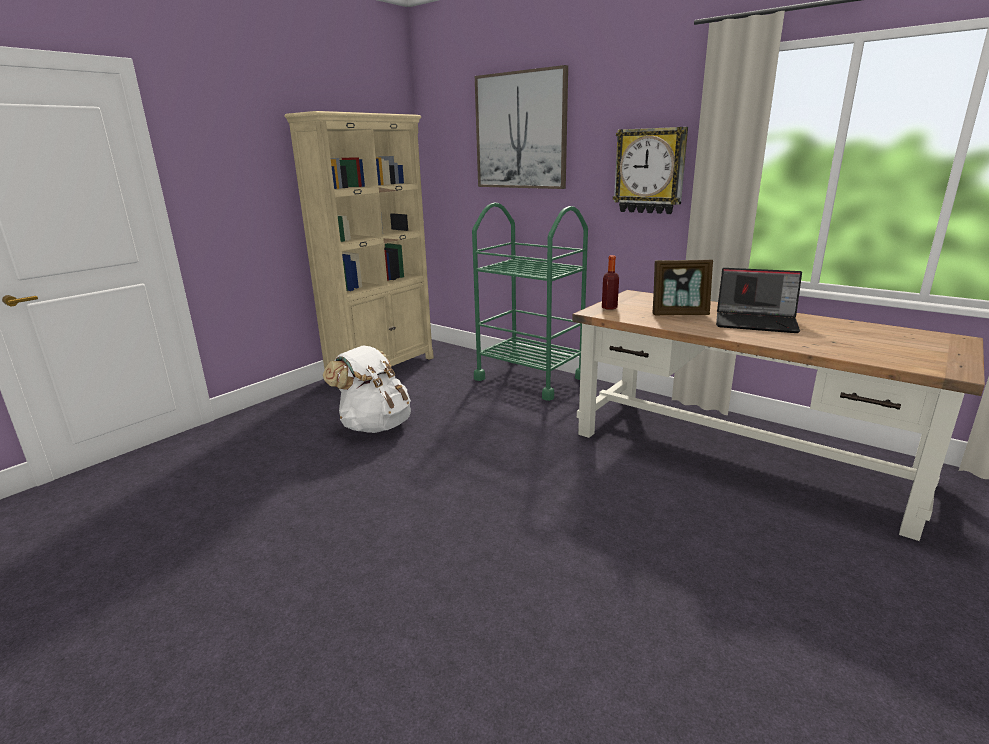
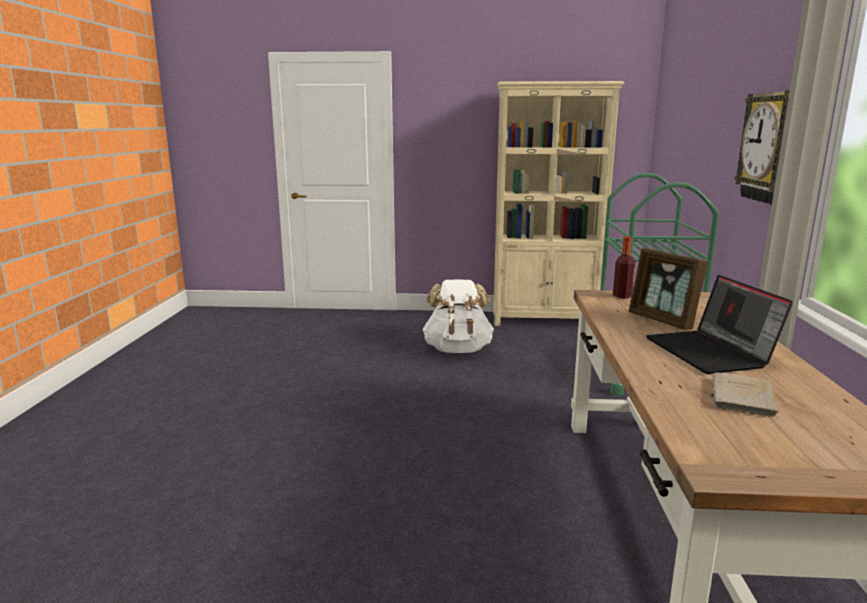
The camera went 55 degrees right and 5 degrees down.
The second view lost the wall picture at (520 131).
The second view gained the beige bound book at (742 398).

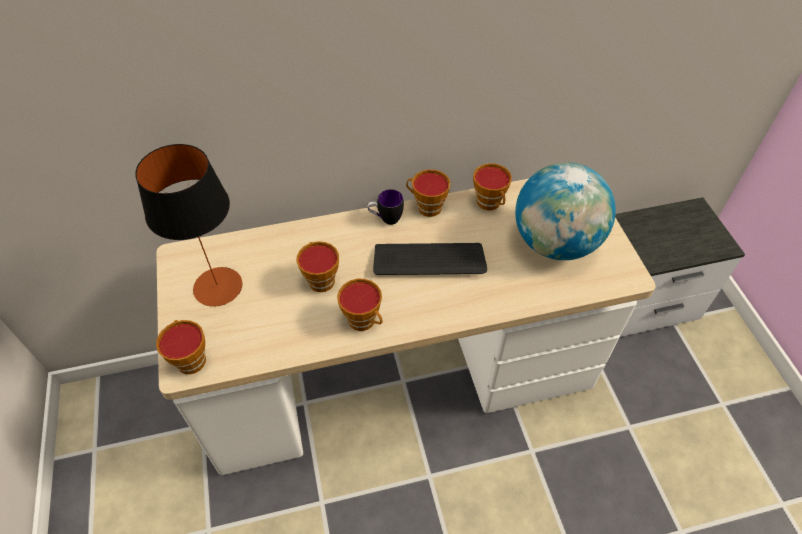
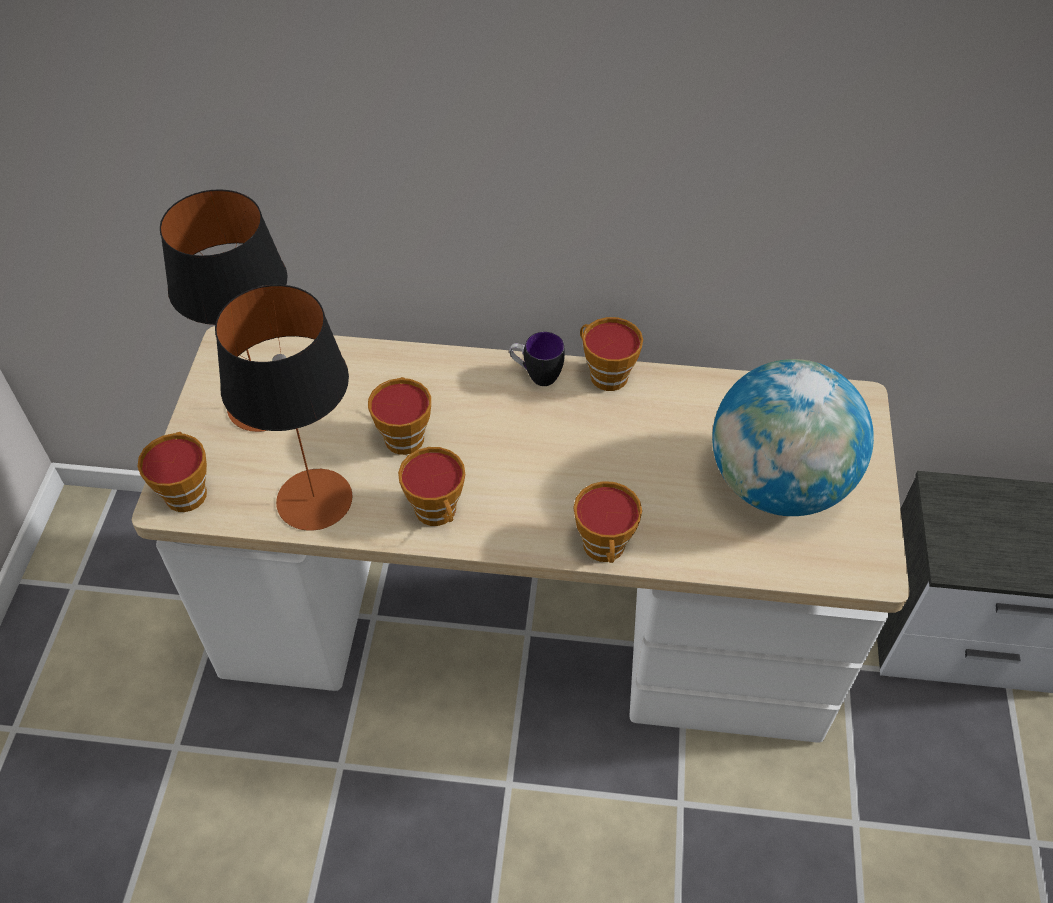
The camera went 20 degrees right and 0 degrees up.
The second view lost the computer keyboard at (429 260).
The cup ended up elsewhere, having gone from (490 203) to (605 549).
The second view gained the table lamp at (314 500).

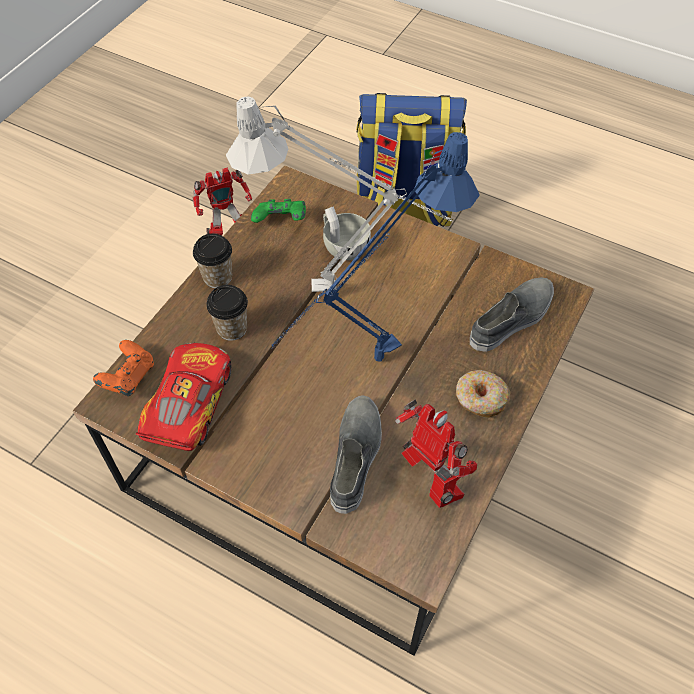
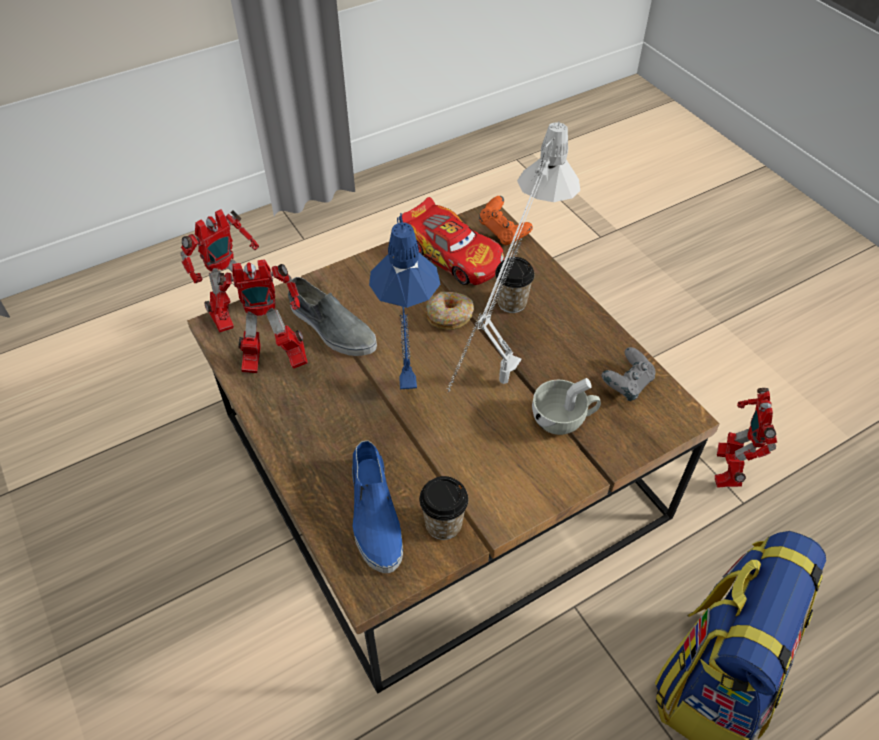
The camera went 120 degrees right and 5 degrees down.
The cup ended up elsewhere, having gone from (217 277) to (443 524).
What was the green-coloured gamepad at (281 222) turned into the grey gamepad at (626 385).
The doughnut ended up elsewhere, having gone from (480 398) to (449 315).
What was the grey shoe at (512 319) turned into the bluish shoe at (374 515).
The second view gained the robot figure at (239 314).

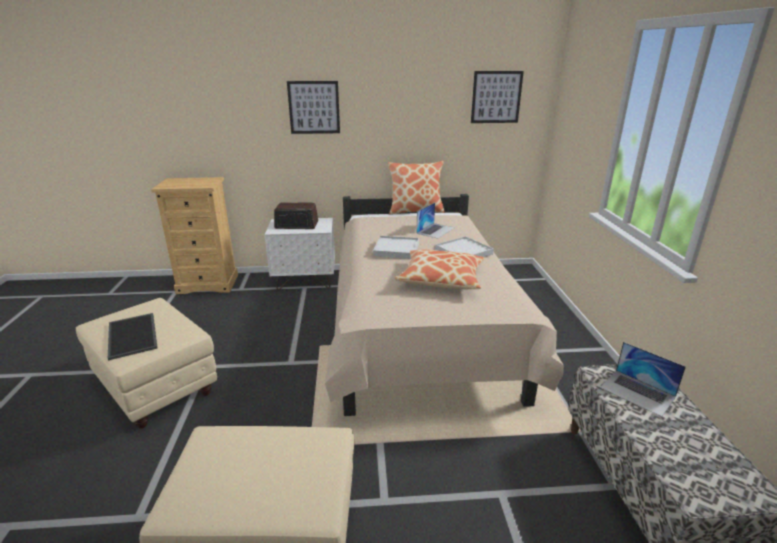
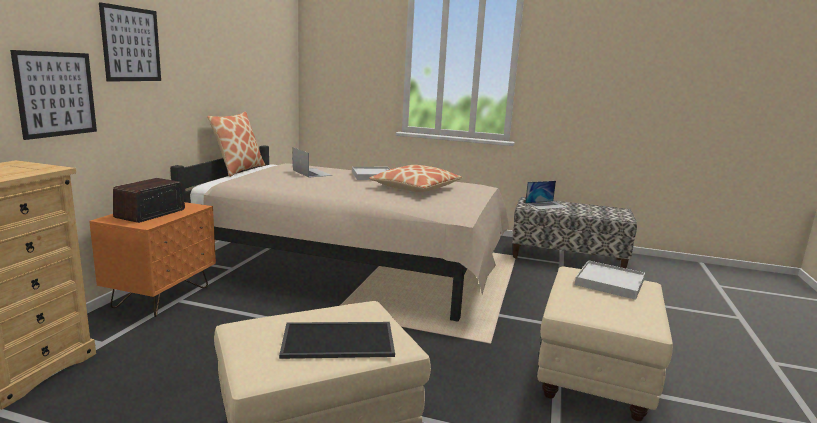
The camera went 70 degrees left and 10 degrees down.
What was the white-coloured night table at (305 281) turned into the orange-coloured night table at (162 297).
The white-coloured carrying tray ended up elsewhere, having gone from (396 249) to (609 282).
The wall picture ended up elsewhere, having gone from (496 97) to (56 94).

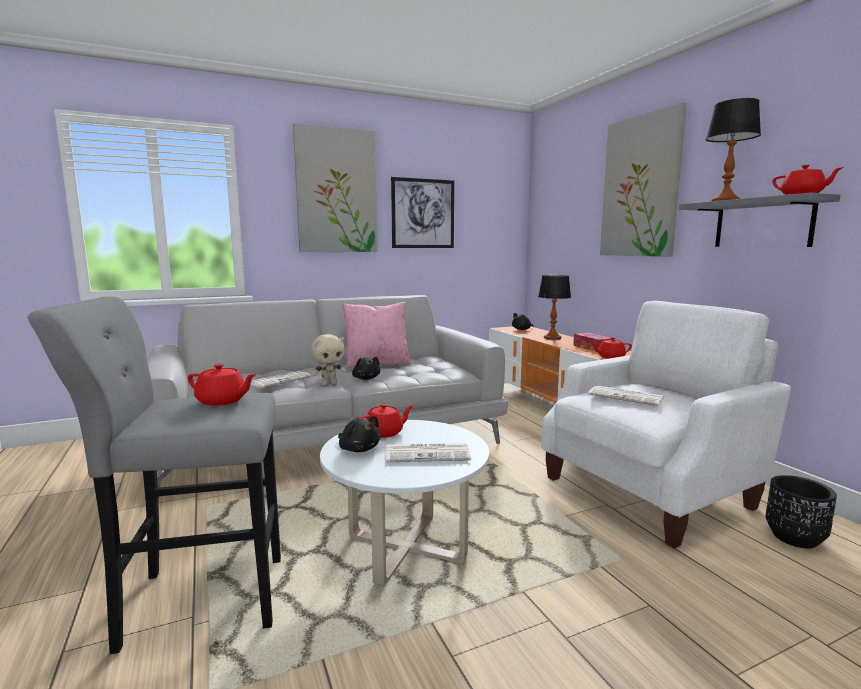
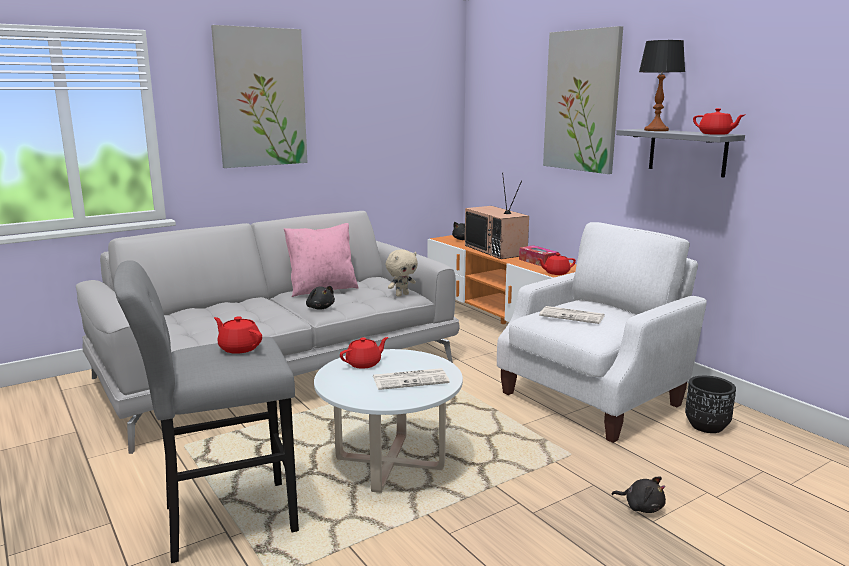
The camera went 10 degrees left and 5 degrees up.
The red tea pot at (222 401) ended up facing another way, 150 degrees counterclockwise from before.
The second view lost the newspaper at (280 380).
The beige soft toy ended up elsewhere, having gone from (329 384) to (402 295).
The black-coloured soft toy ended up elsewhere, having gone from (359 449) to (641 507).
The second view lost the wall picture at (423 213).
Where the table lamp stood at (552 338), the television came to stand at (497 250).

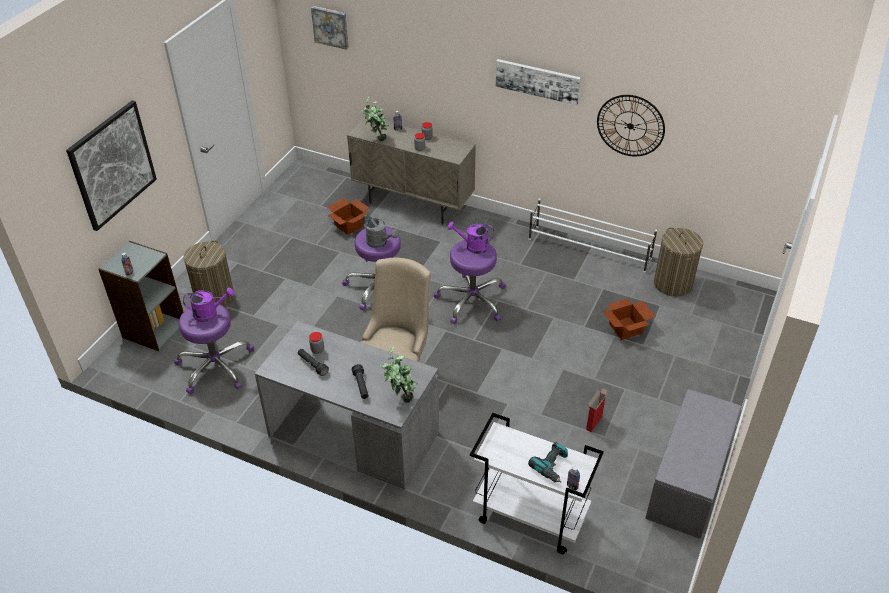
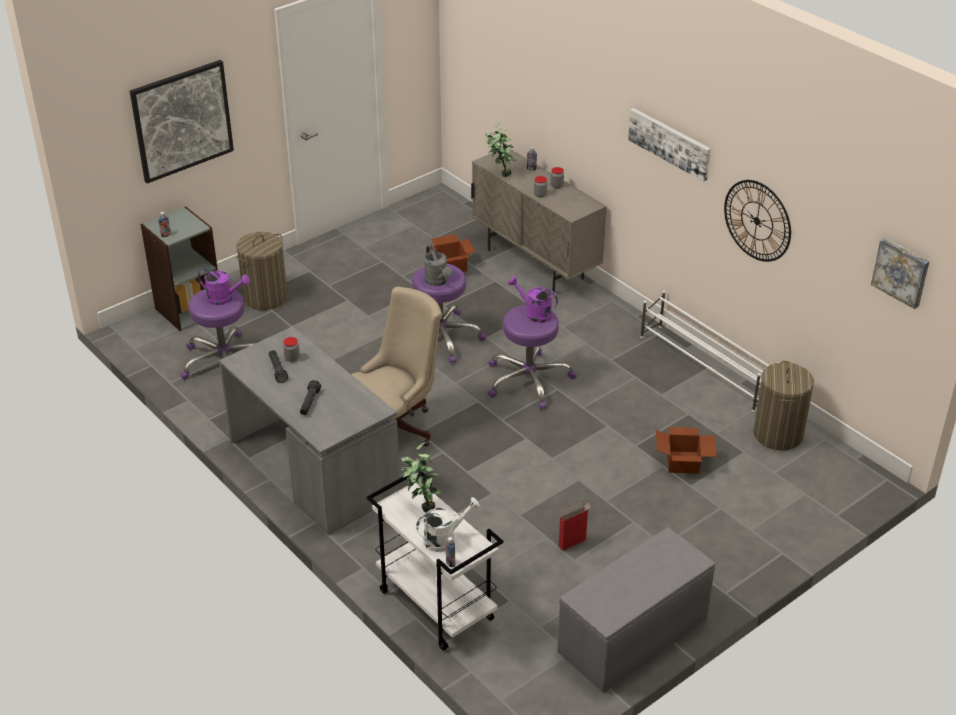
The camera went 25 degrees right and 5 degrees down.
The wall picture ended up elsewhere, having gone from (331 26) to (901 272).
The houseplant ended up elsewhere, having gone from (400 398) to (422 506).
Where the drill stood at (552 466), the white-coloured watering pot came to stand at (445 538).

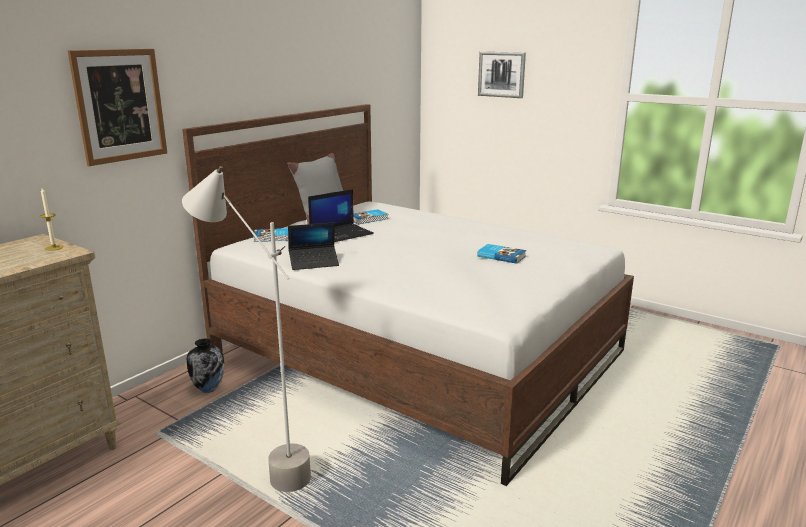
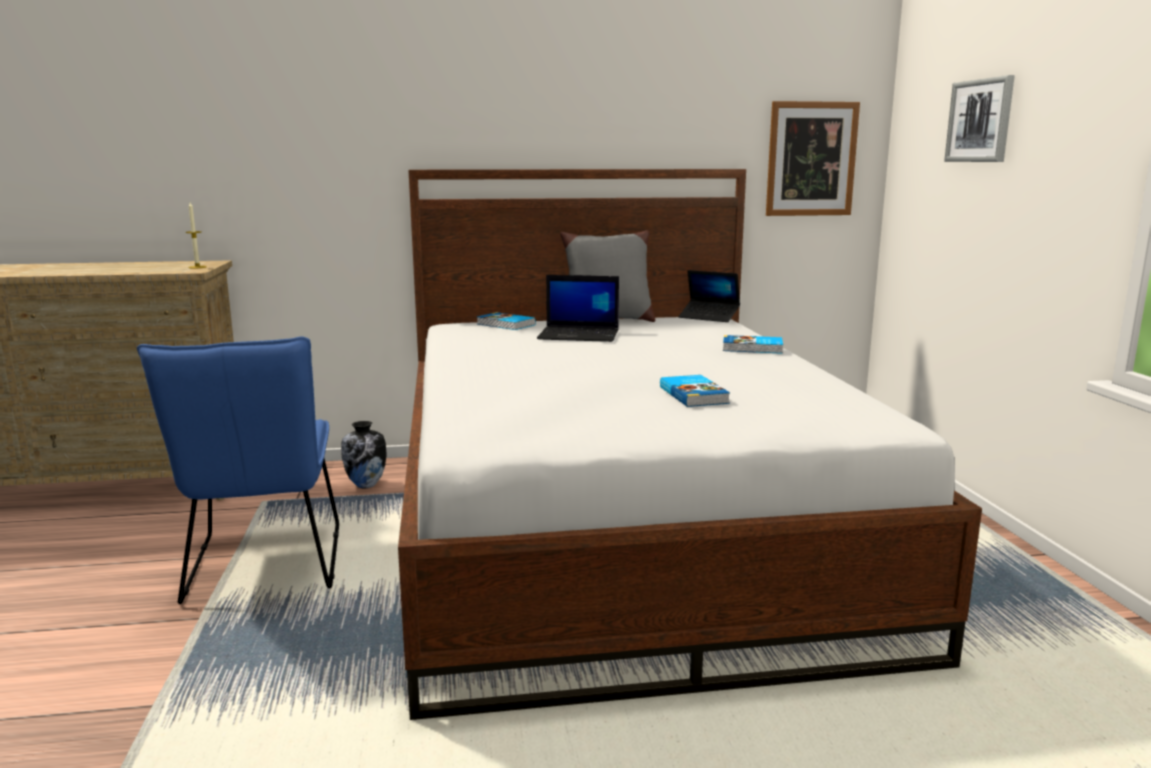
The camera went 45 degrees right and 5 degrees down.
The wall picture ended up elsewhere, having gone from (120 105) to (811 159).
Where the grey standard lamp stood at (262 469), the bluish chair came to stand at (263 568).
The laptop ended up elsewhere, having gone from (314 263) to (709 317).
The bound book ended up elsewhere, having gone from (368 219) to (752 348).

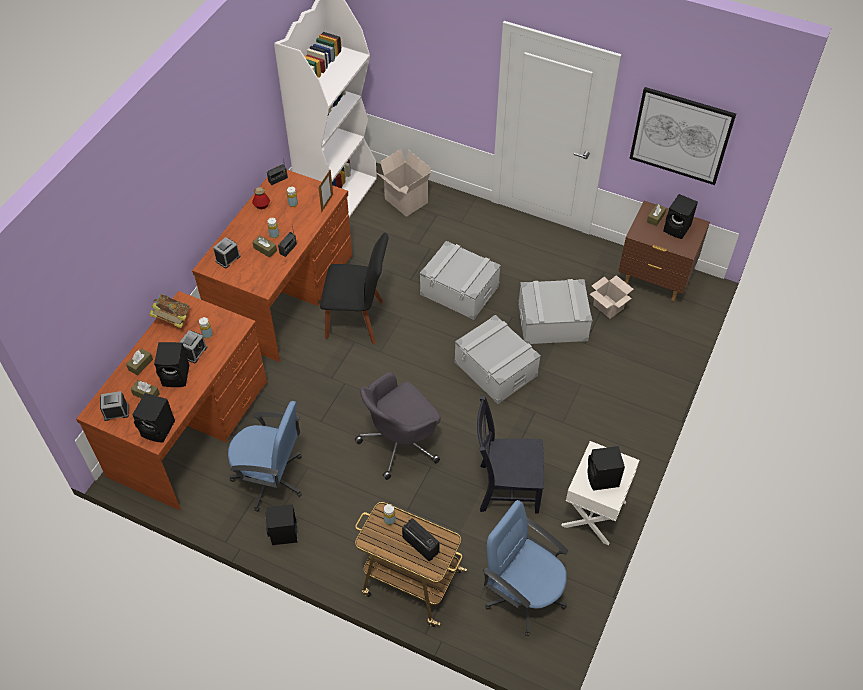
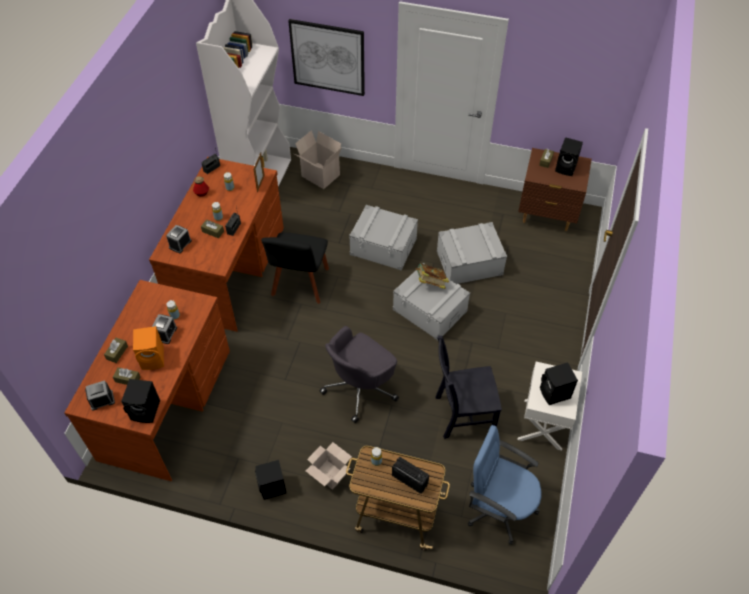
The camera went 10 degrees left and 0 degrees up.
The bound book ended up elsewhere, having gone from (172 319) to (431 283).
What was the black-coloured loudspeaker at (177 376) turned into the orange-coloured loudspeaker at (154 358).
The second view lost the bluish computer chair at (271 479).
The black-coloured chair at (358 320) ended up facing another way, 105 degrees clockwise from before.
The carton ended up elsewhere, having gone from (609 307) to (330 474).
The wall picture ended up elsewhere, having gone from (681 136) to (328 57).

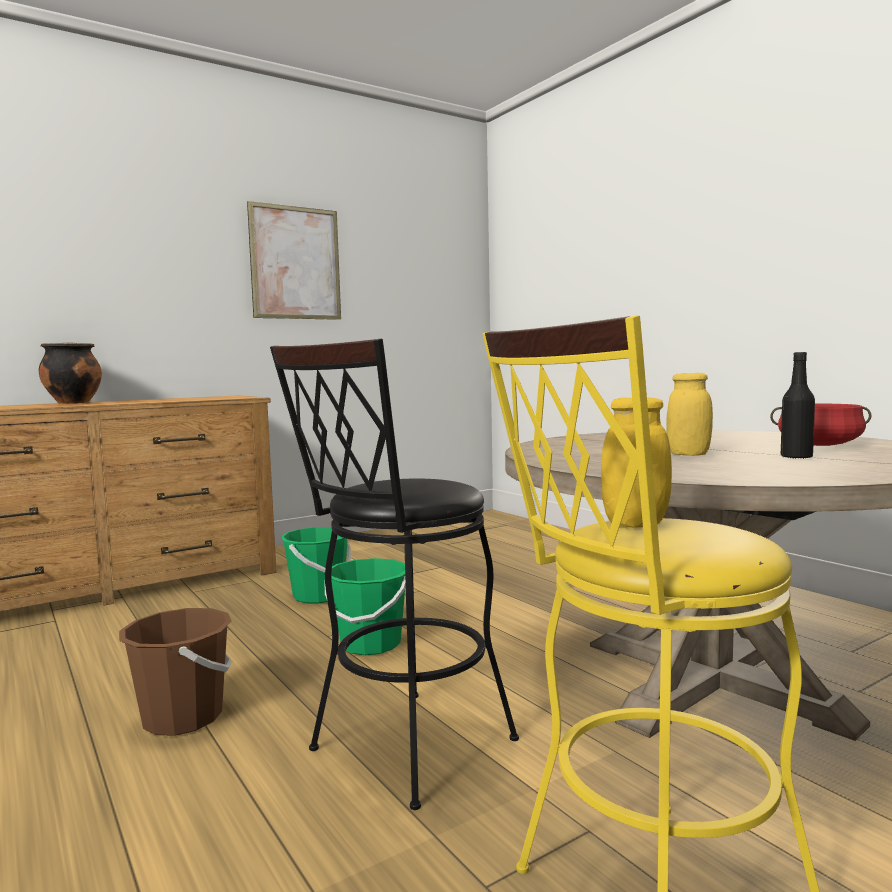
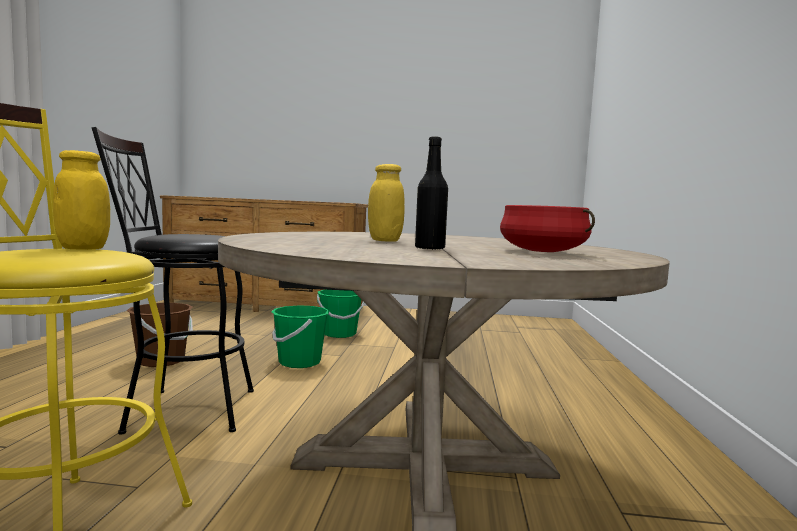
The camera went 40 degrees right and 0 degrees up.
The second view lost the cooking pot at (72 403).
The second view lost the wall picture at (295 263).

